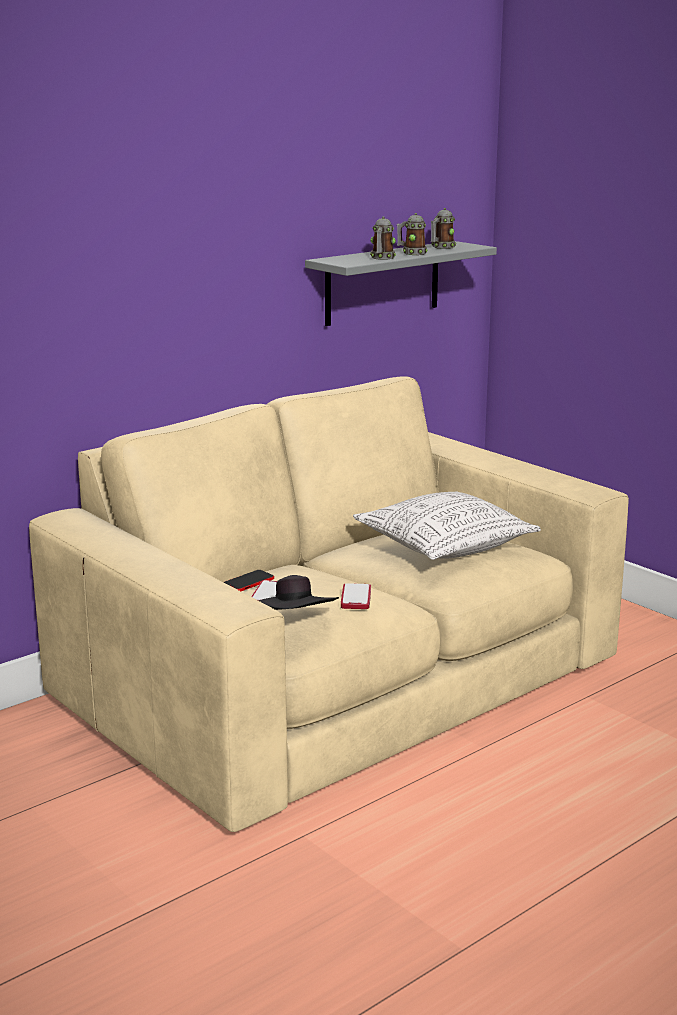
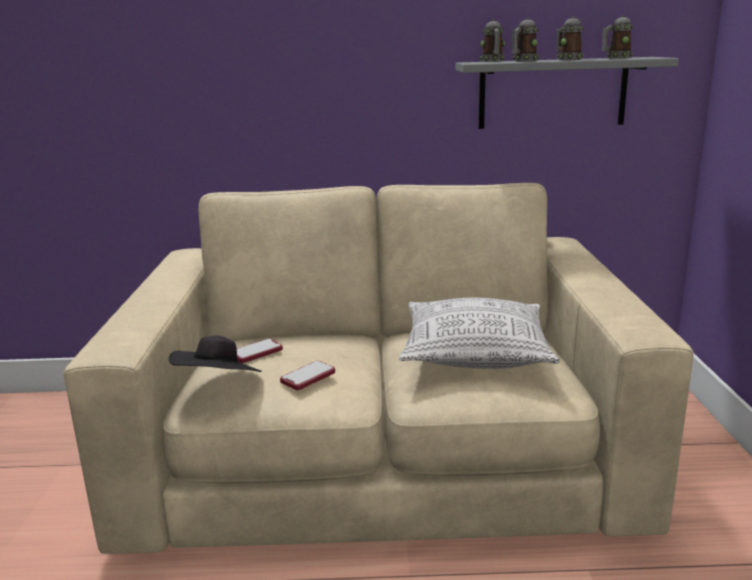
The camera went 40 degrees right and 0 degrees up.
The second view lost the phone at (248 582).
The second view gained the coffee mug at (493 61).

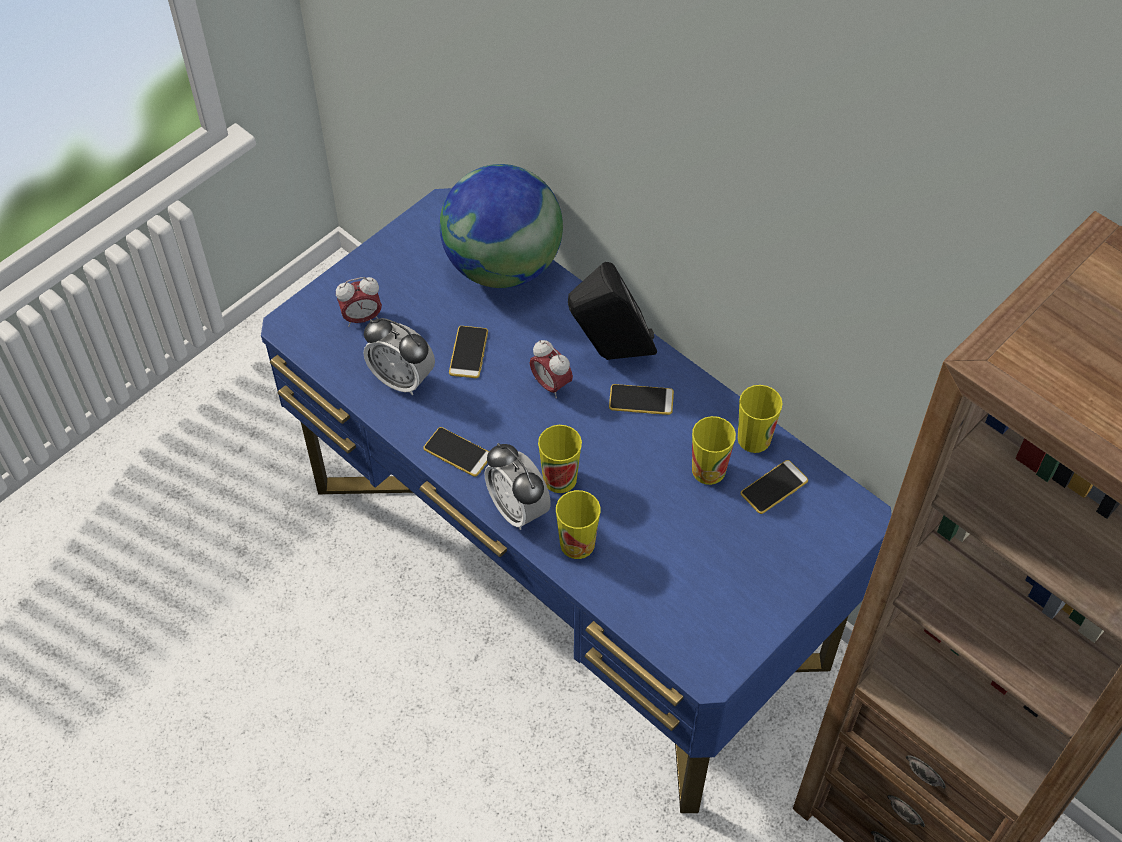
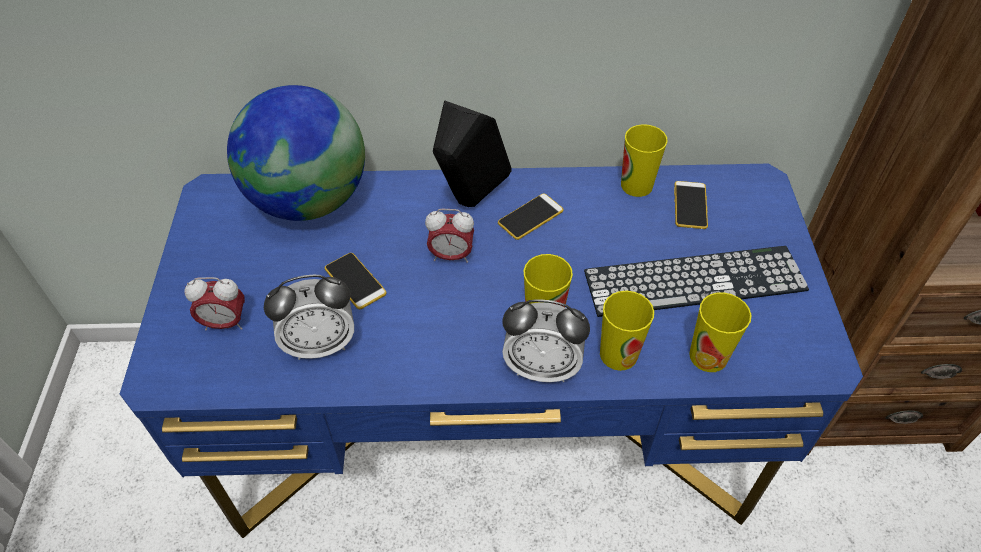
The camera went 45 degrees left and 5 degrees down.
The bedside clock at (362 318) ended up facing another way, 60 degrees clockwise from before.
The second view lost the phone at (457 452).
The cup ended up elsewhere, having gone from (708 470) to (708 356).
The second view gained the computer keyboard at (694 281).

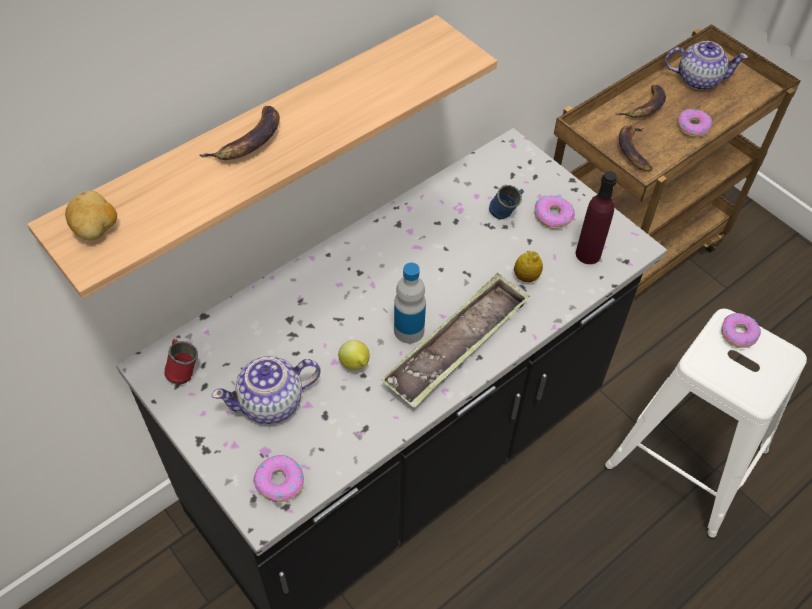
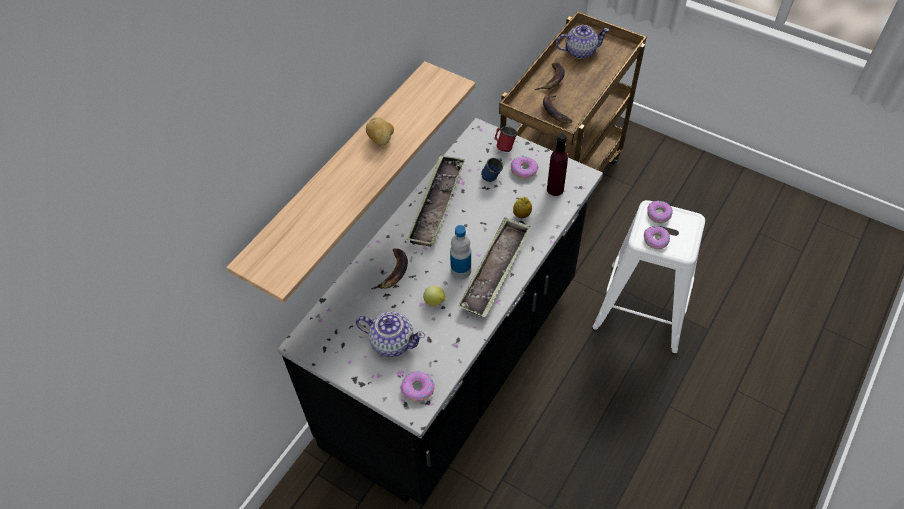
The camera went 15 degrees left and 0 degrees up.
The whole potato ended up elsewhere, having gone from (96 230) to (381 140).
The red coffee mug ended up elsewhere, having gone from (183 370) to (504 146).
The banana fruit ended up elsewhere, having gone from (249 141) to (393 272).
The tea pot at (272 402) ended up facing another way, 120 degrees counterclockwise from before.
The doughnut ended up elsewhere, having gone from (692 127) to (655 240).
The second view gained the carrying tray at (437 204).

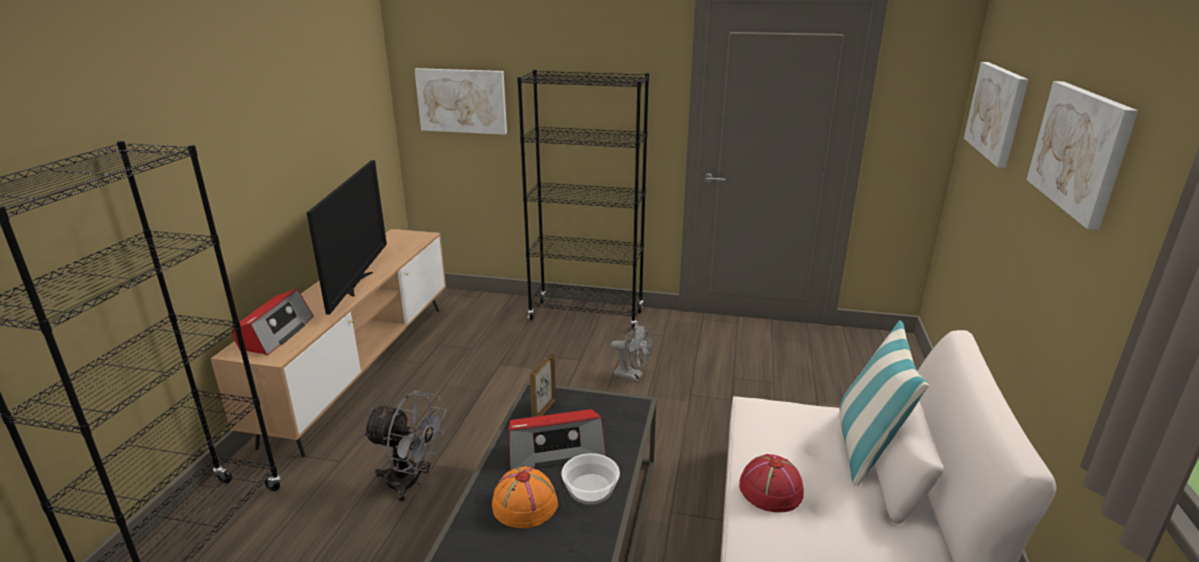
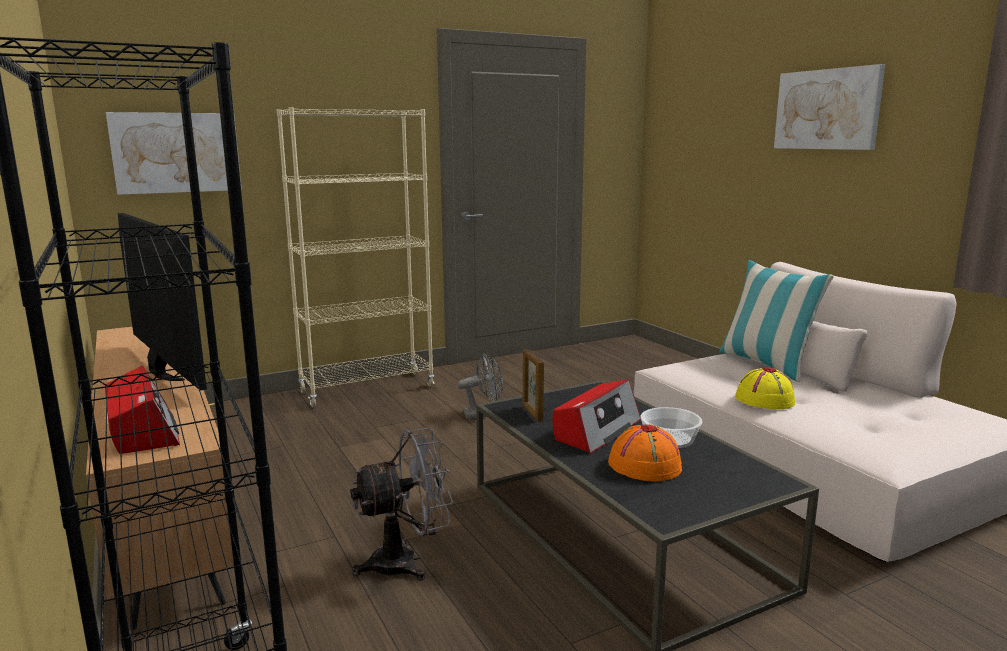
The camera went 40 degrees left and 10 degrees down.
What was the black-coloured bookshelf at (586 315) turned into the beige bookshelf at (367 389).
What was the red hat at (770 489) turned into the yellow hat at (764 400).
The second view lost the wall picture at (996 112).

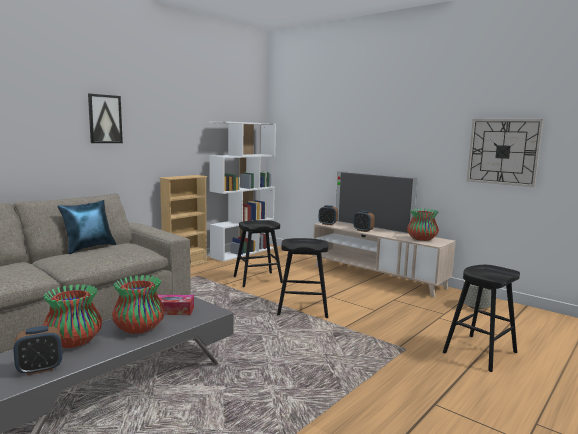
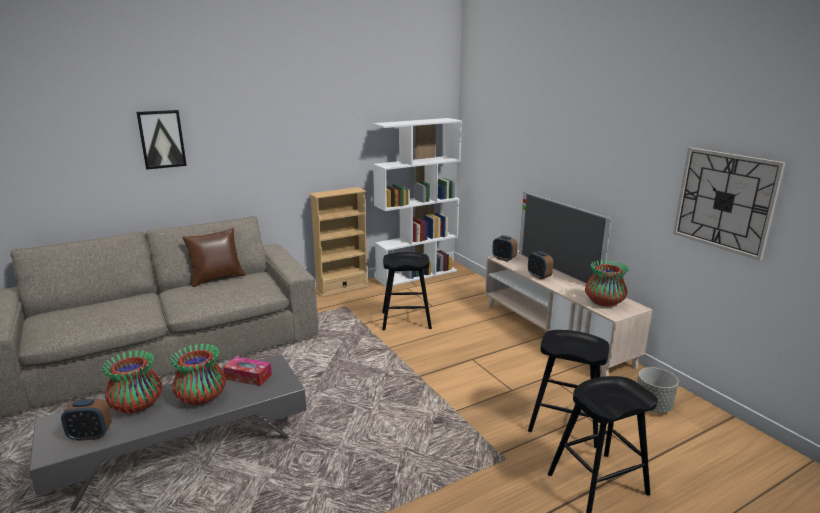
The camera went 20 degrees right and 10 degrees up.
What was the bluish throw pillow at (89 248) turned into the brown throw pillow at (217 278).
The wall picture ended up elsewhere, having gone from (105 119) to (162 139).
The black-coloured stool ended up elsewhere, having gone from (302 309) to (565 423).

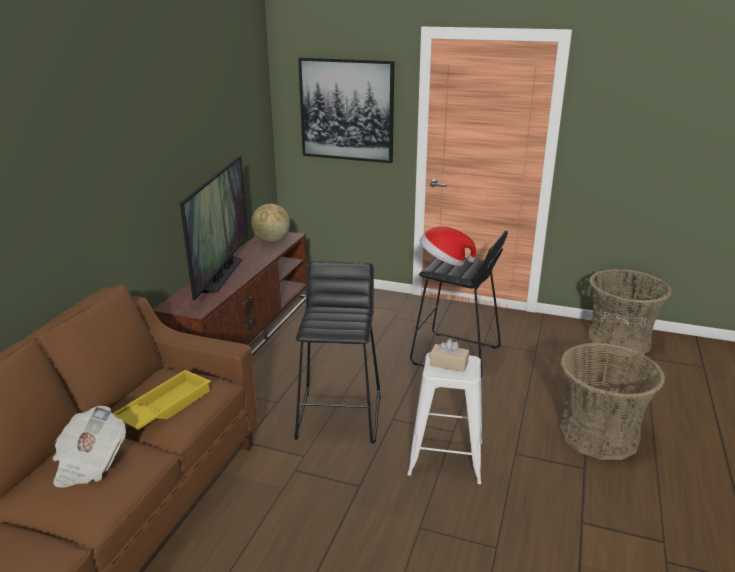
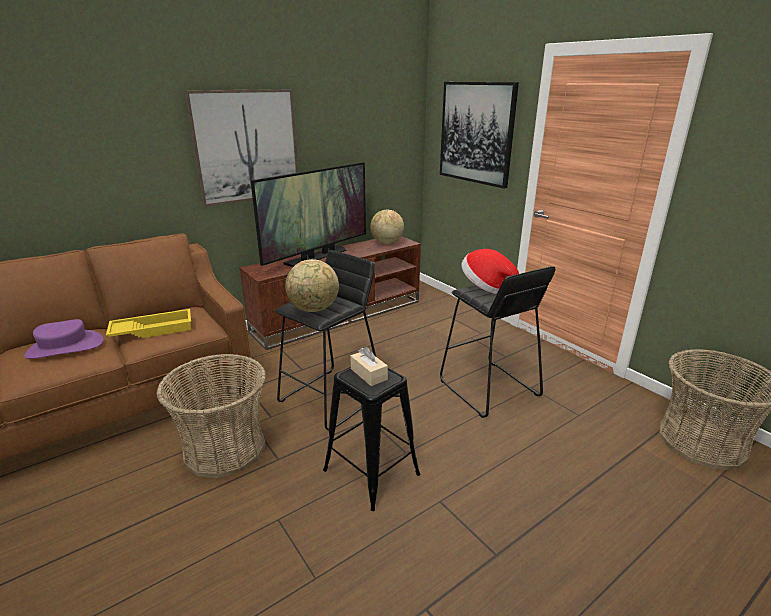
The camera went 35 degrees right and 0 degrees up.
Where the newspaper stood at (89 463), the purplish hat came to stand at (65 347).
What was the white-coloured stool at (446 458) turned into the black-coloured stool at (371 472).
The household basket ended up elsewhere, having gone from (599 434) to (225 449).
The second view gained the wall picture at (246 146).
The second view gained the globe at (314 309).

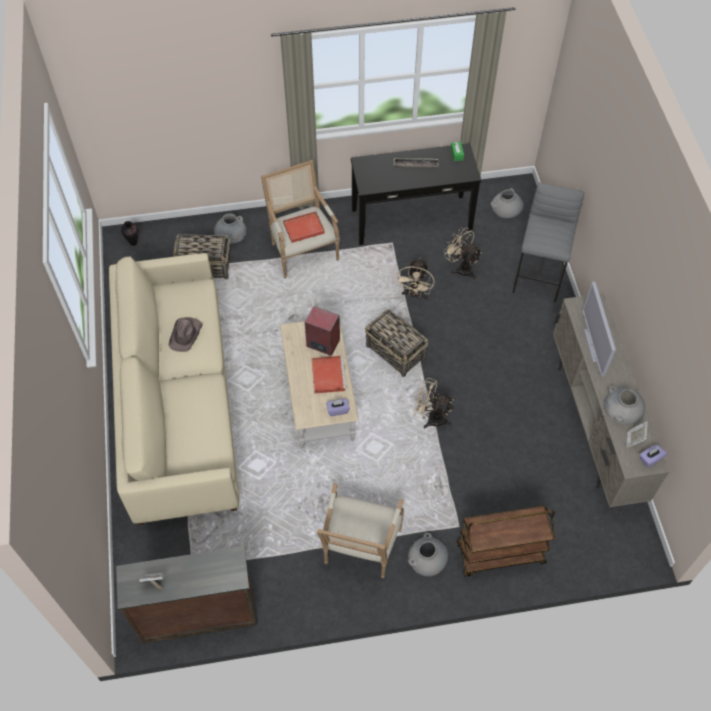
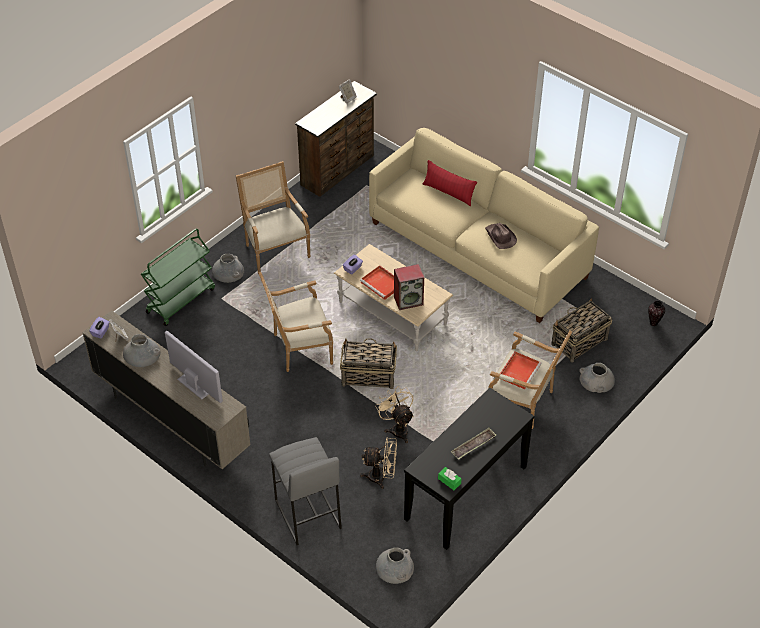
The camera went 140 degrees right and 10 degrees down.
Where the beige electric fan stood at (431 417), the easy chair came to stand at (299 349).
What was the brown cart at (500 555) turned into the green-coloured cart at (181 300).
The second view gained the red throw pillow at (448 192).

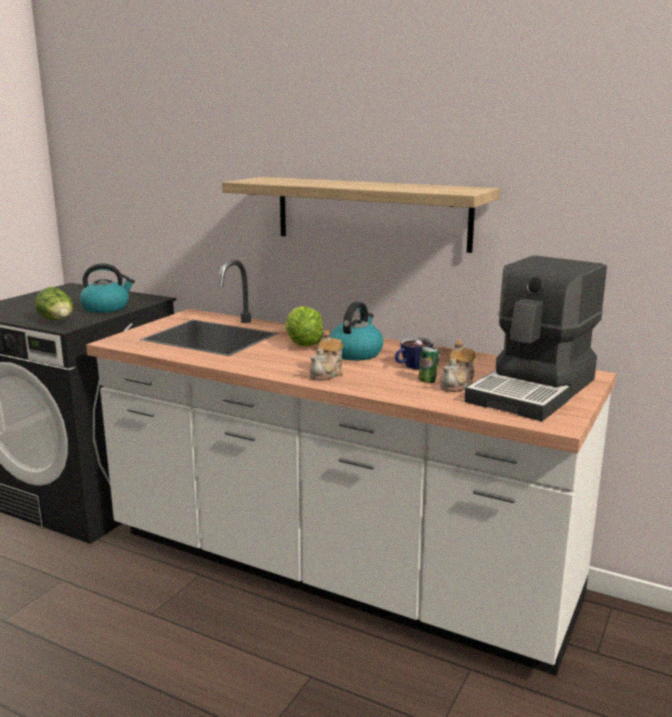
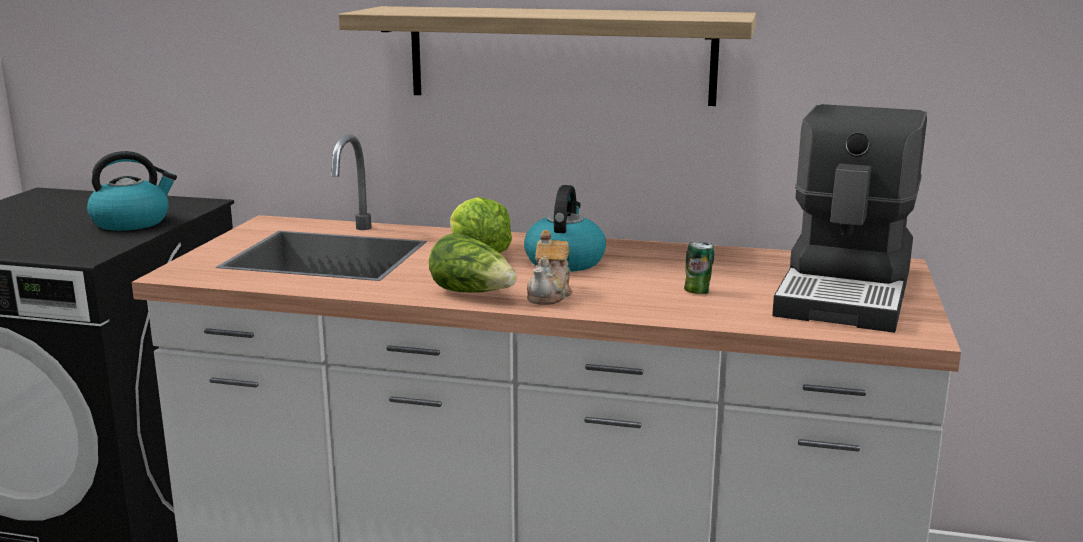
The camera went 15 degrees left and 0 degrees up.
The lettuce head ended up elsewhere, having gone from (58 321) to (473 293).
The second view lost the cup at (411 367).
The second view lost the tea pot at (458 385).

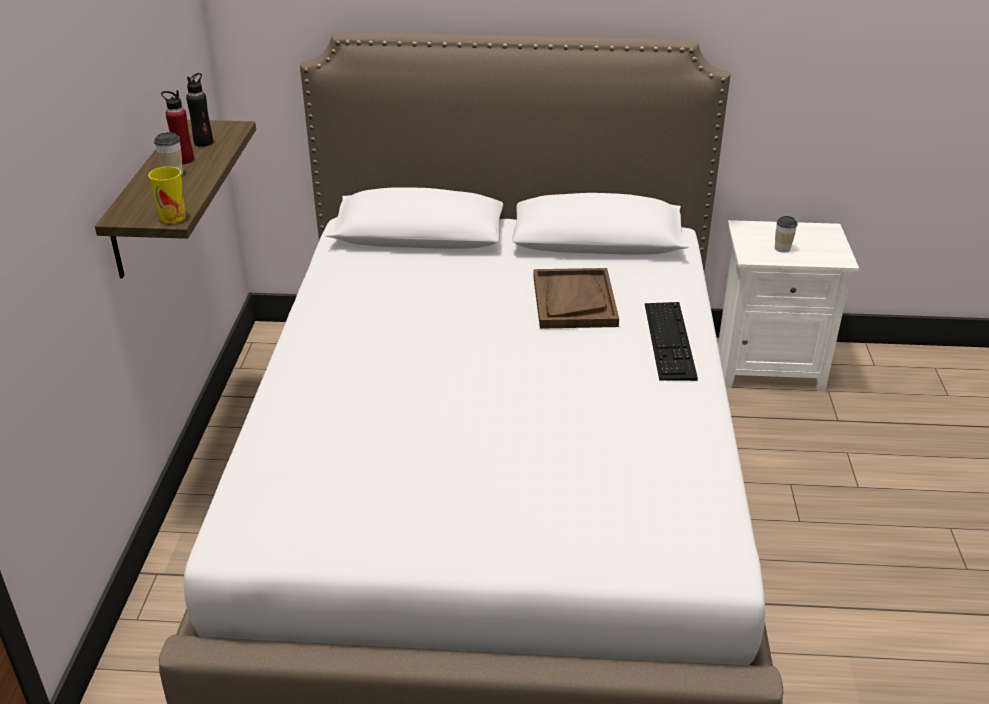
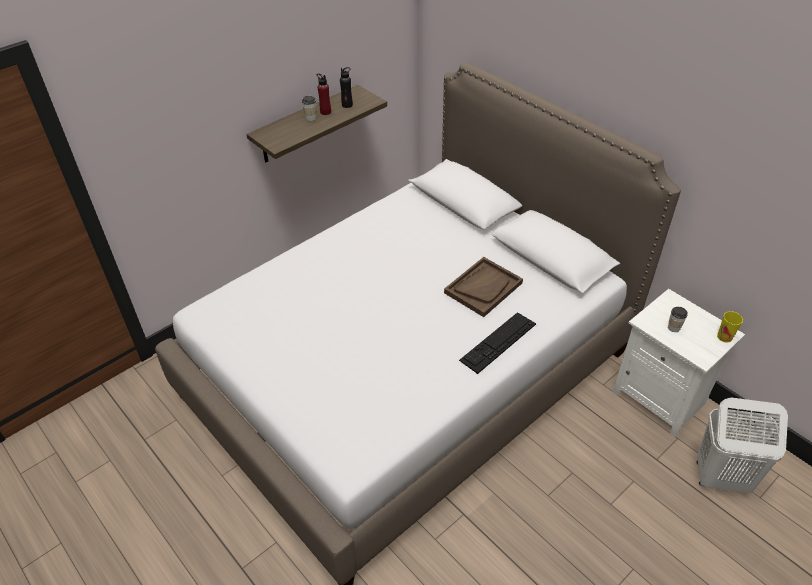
The camera went 45 degrees right and 10 degrees up.
The cup ended up elsewhere, having gone from (173 217) to (724 337).
The second view gained the white-coloured washing basket at (720 477).

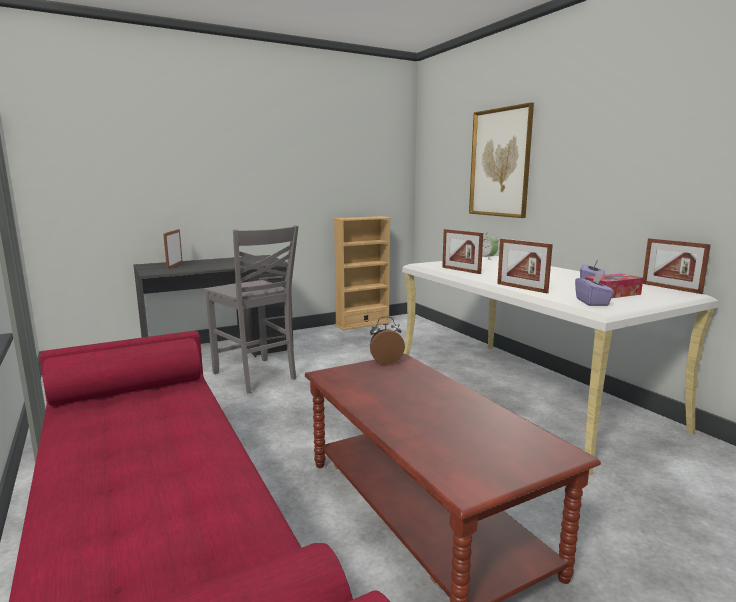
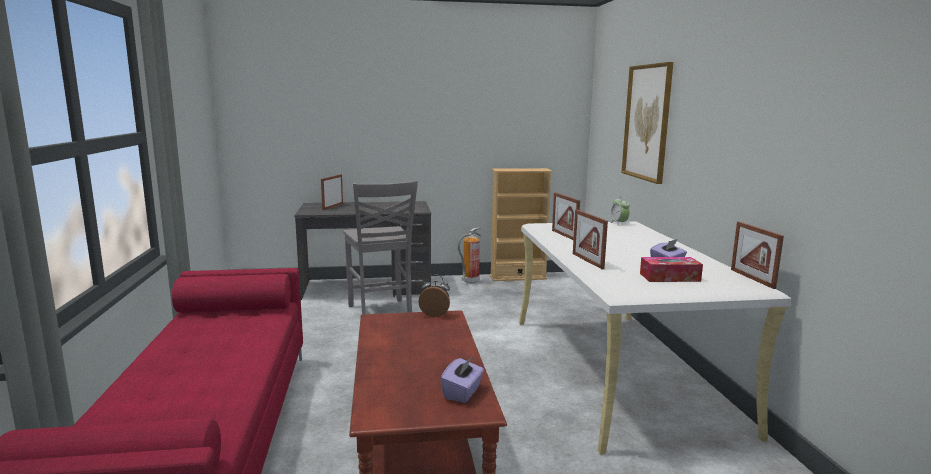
The camera went 20 degrees right and 0 degrees up.
The purplish tissue box ended up elsewhere, having gone from (592 302) to (462 392).
The second view gained the extinguisher at (470 282).

